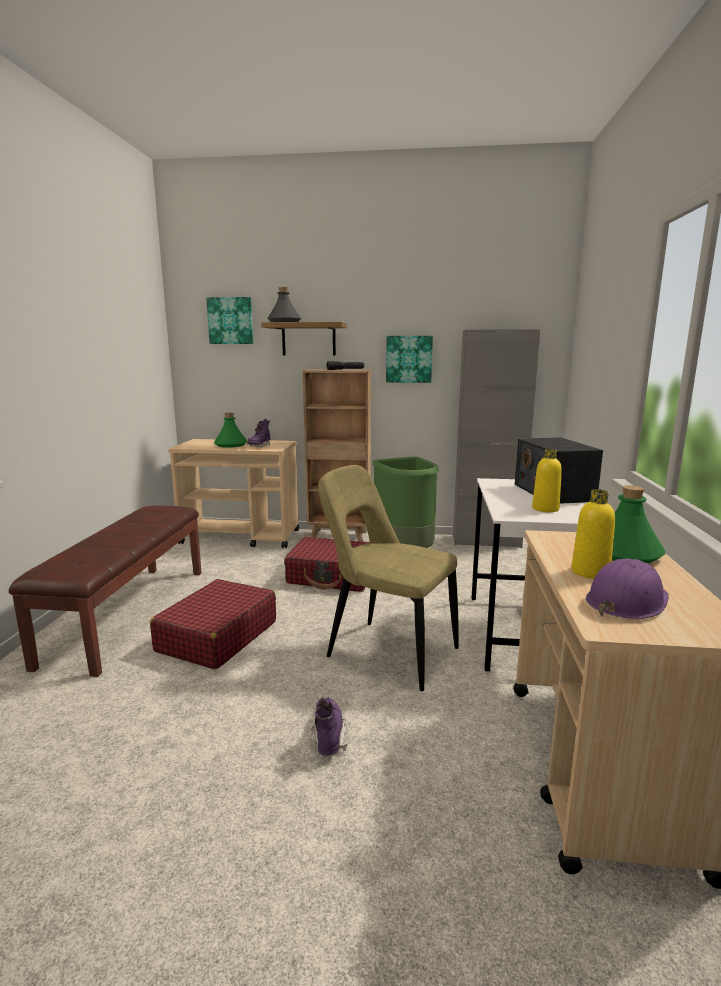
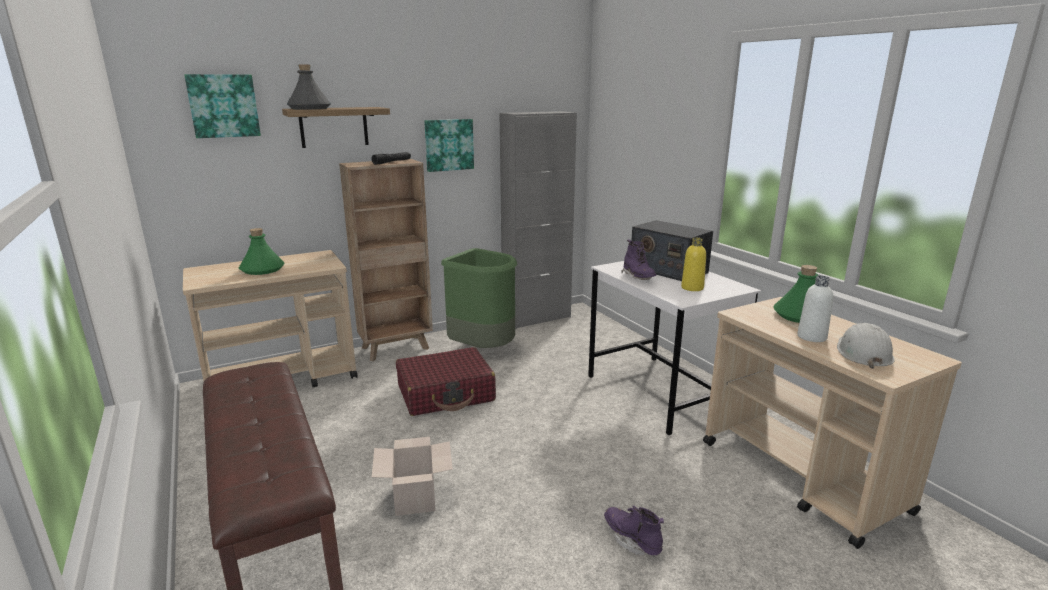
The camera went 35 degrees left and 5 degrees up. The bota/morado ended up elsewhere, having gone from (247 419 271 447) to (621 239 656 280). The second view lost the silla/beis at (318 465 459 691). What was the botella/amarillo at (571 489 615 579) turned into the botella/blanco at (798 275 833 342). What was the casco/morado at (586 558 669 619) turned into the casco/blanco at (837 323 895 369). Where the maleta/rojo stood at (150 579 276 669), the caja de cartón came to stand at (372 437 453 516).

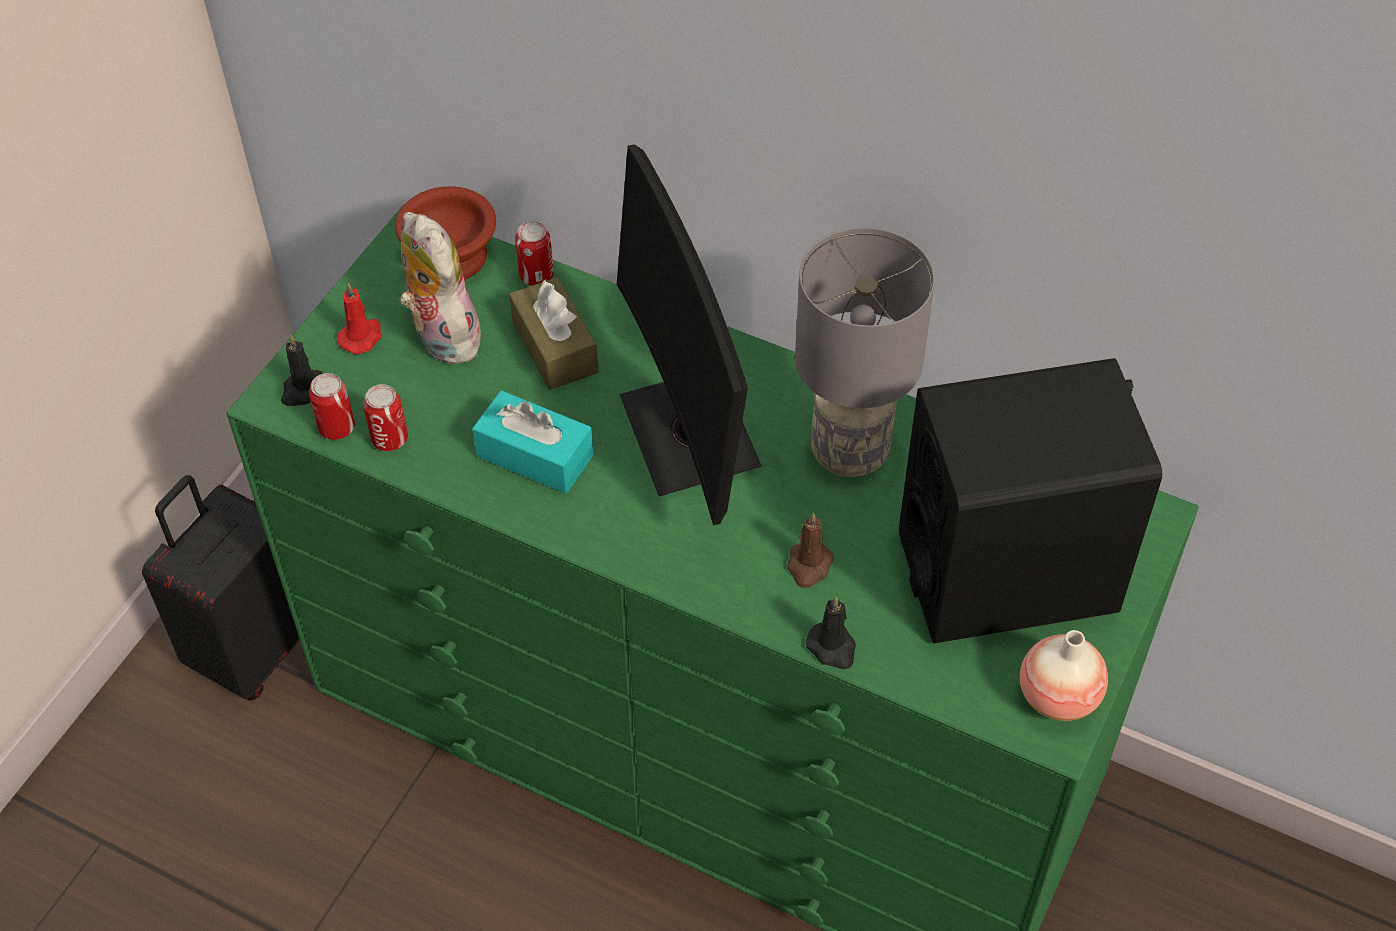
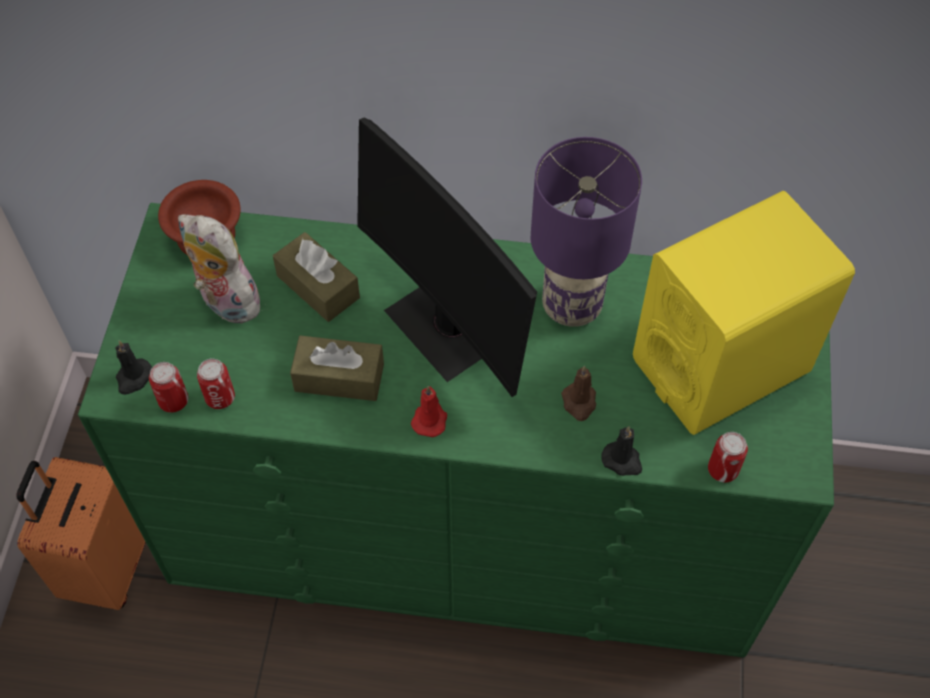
The camera went 20 degrees left and 5 degrees up. The lata ended up elsewhere, having gone from (515 221 554 286) to (708 432 748 482). What was the lámpara de mesa/gris at (795 227 935 478) turned into the lámpara de mesa/morado at (531 137 642 327). The vela/rojo ended up elsewhere, having gone from (337 283 382 354) to (411 386 447 437). What was the altavoz/negro at (899 358 1162 643) turned into the altavoz/amarillo at (633 191 855 435). What was the caja de pañuelos/turquesa at (472 390 594 494) turned into the caja de pañuelos/marrón at (290 336 384 401). What was the maleta/negro at (142 475 300 701) turned into the maleta/naranja at (17 457 146 610). The second view lost the florero at (1020 630 1108 721).

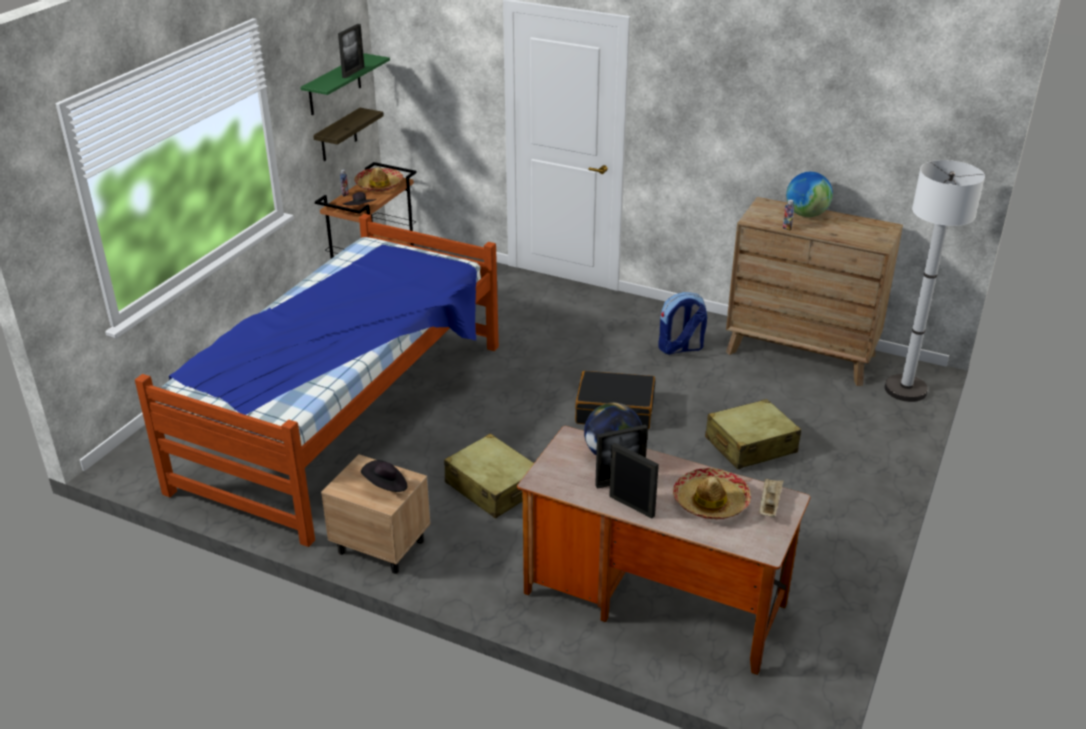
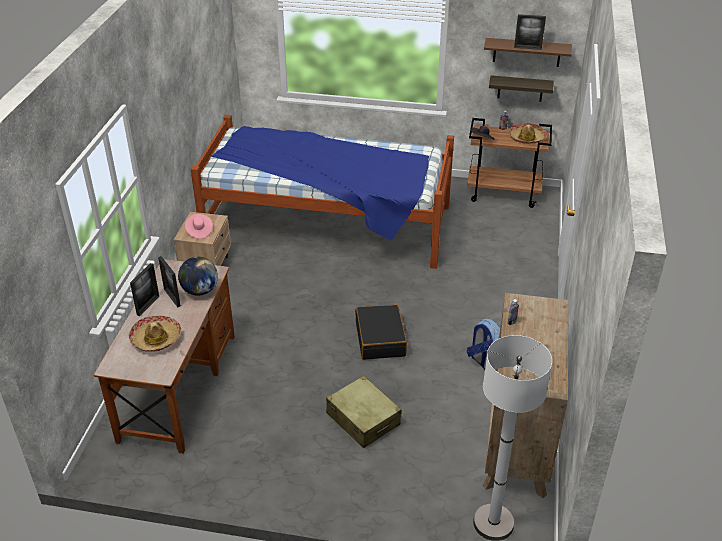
The camera went 75 degrees right and 5 degrees up. What was the estante/verde at (300 53 390 115) turned into the estante/marrón at (484 38 572 67). The second view lost the globo terráqueo at (786 172 833 217). The second view lost the maleta/beis at (444 433 534 519). What was the sombrero/negro at (361 460 407 492) turned into the sombrero/rosa at (185 214 213 239). The second view lost the bandeja/beis at (759 479 783 517).

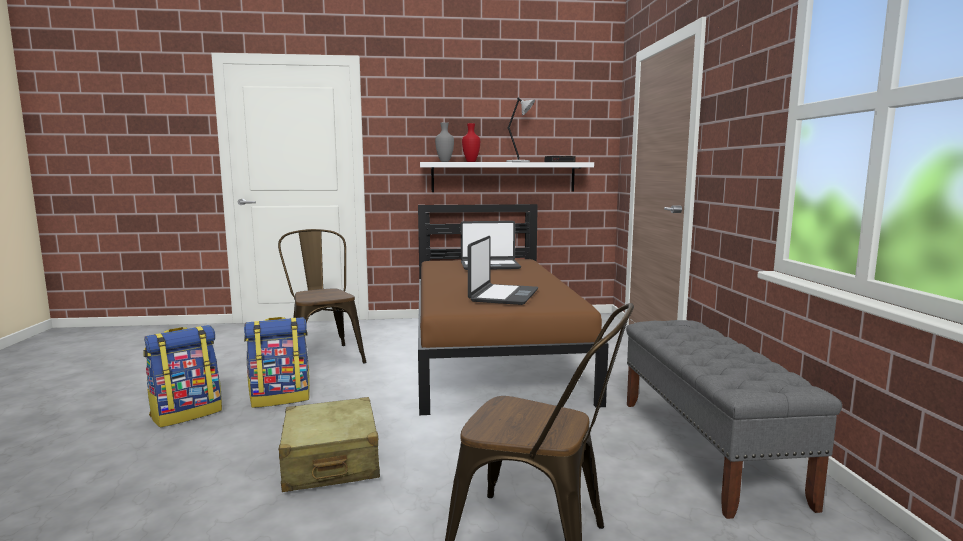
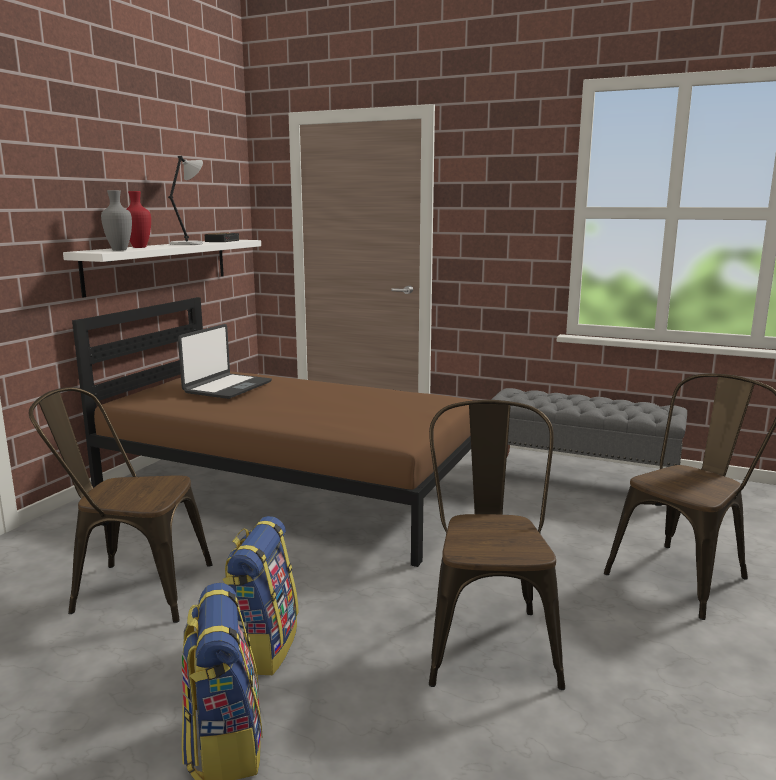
The camera went 60 degrees left and 5 degrees up. The second view lost the portátil at (468 236 538 305). Where the maleta/beis stood at (278 397 380 492), the silla/marrón came to stand at (429 400 565 690).

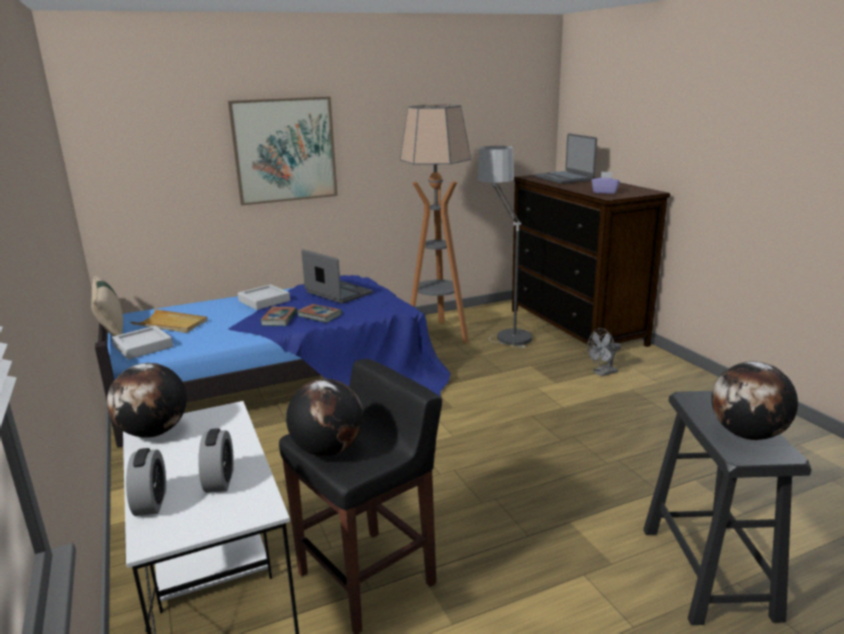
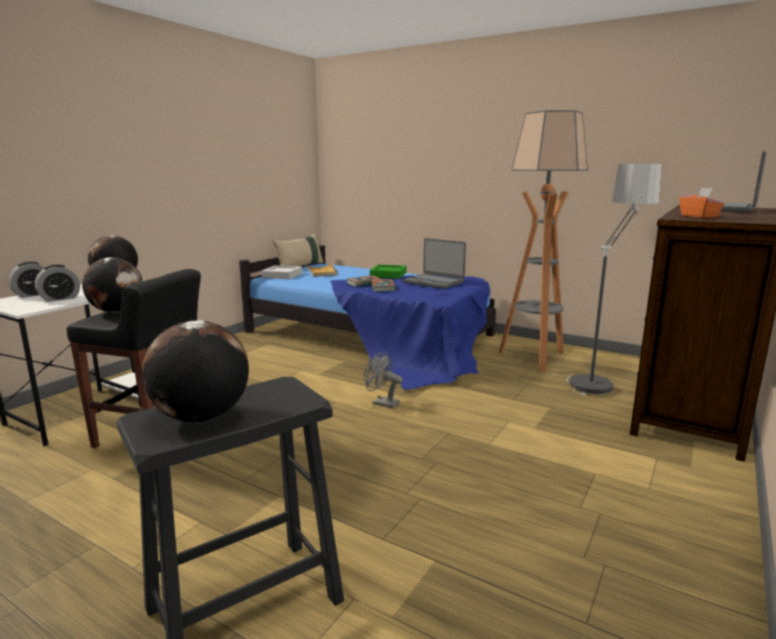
The camera went 55 degrees right and 5 degrees down. The second view lost the cuadro at (228 97 338 206). What was the caja de pañuelos/morado at (592 171 620 194) turned into the caja de pañuelos/naranja at (680 188 724 218). The portátil at (301 249 373 304) ended up facing another way, 120 degrees clockwise from before. What was the bandeja/gris at (238 284 290 310) turned into the bandeja/verde at (370 265 406 279). The ventilador/gris ended up elsewhere, having gone from (587 328 621 376) to (364 351 403 409).

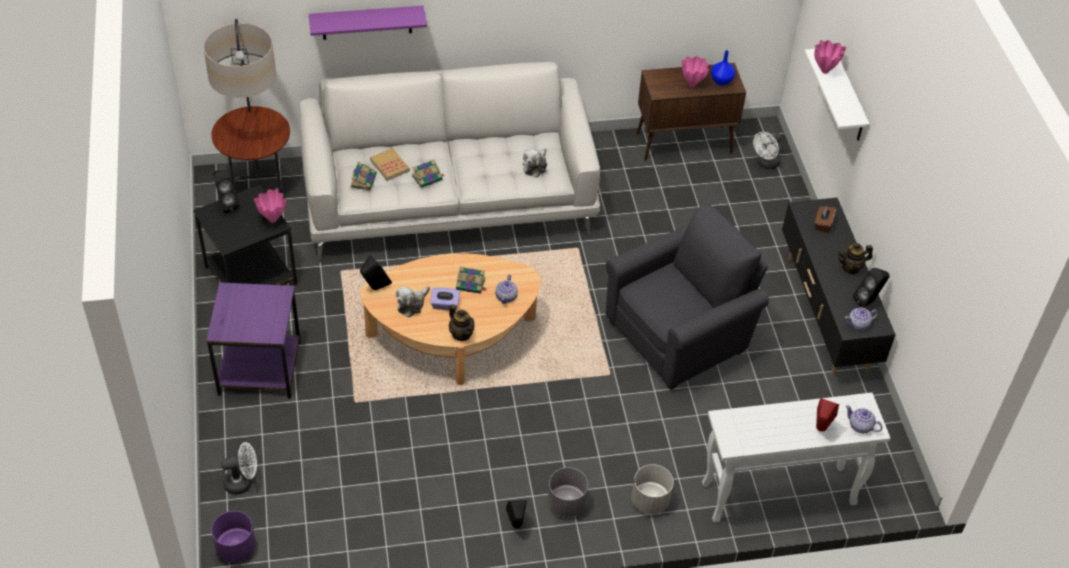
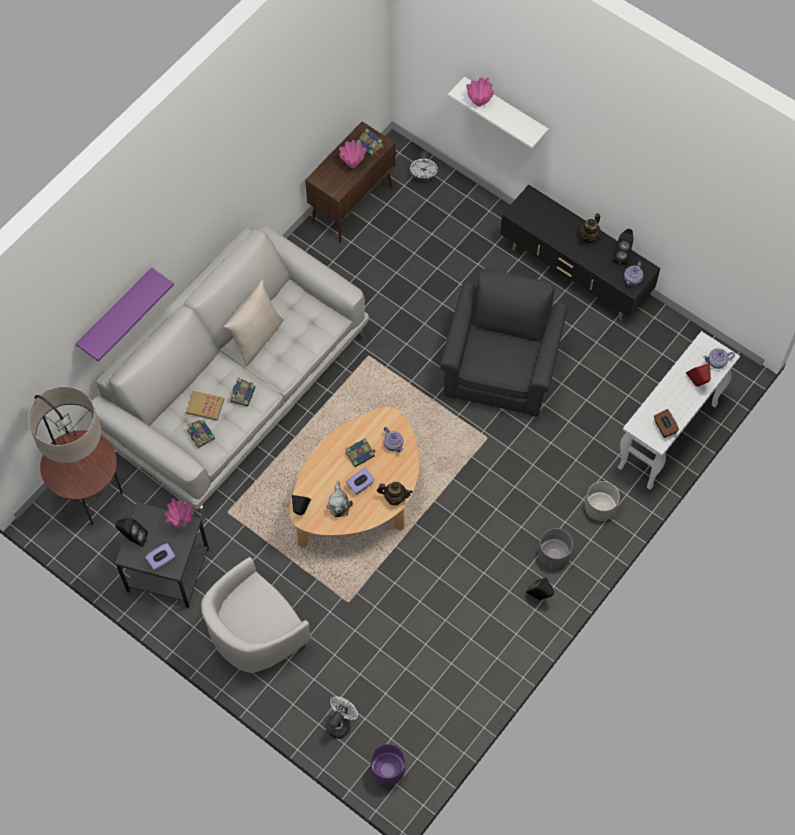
The camera went 40 degrees left and 15 degrees up. Where the florero/azul stood at (711 50 735 86), the libro came to stand at (356 129 384 157). The second view lost the peluche at (523 148 547 178). The caja de pañuelos/marrón ended up elsewhere, having gone from (815 206 837 233) to (654 409 679 438). Where the mesa auxiliar/morado stood at (206 282 301 399), the sillón/blanco came to stand at (201 557 311 673). The second view gained the cojín/beis at (223 280 284 367). The second view gained the caja de pañuelos/morado at (145 543 175 570).

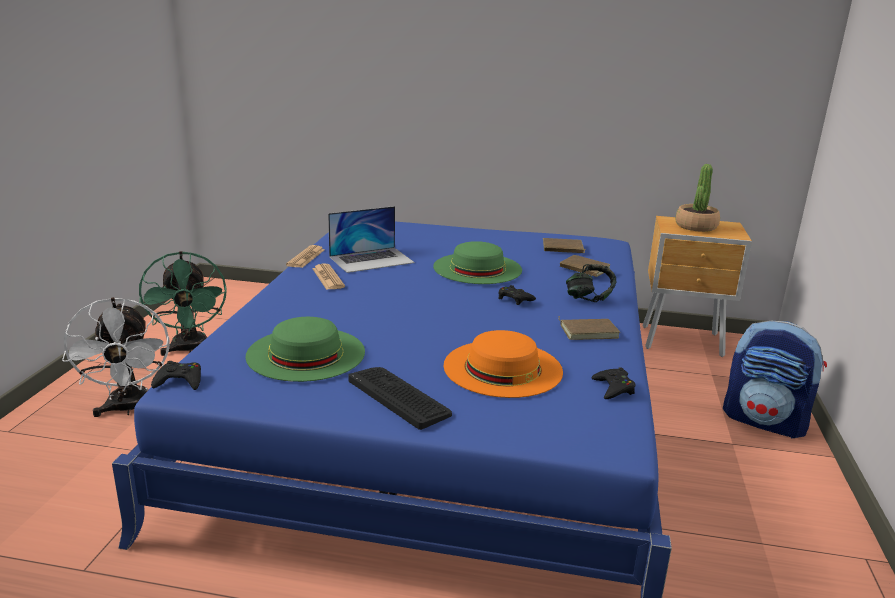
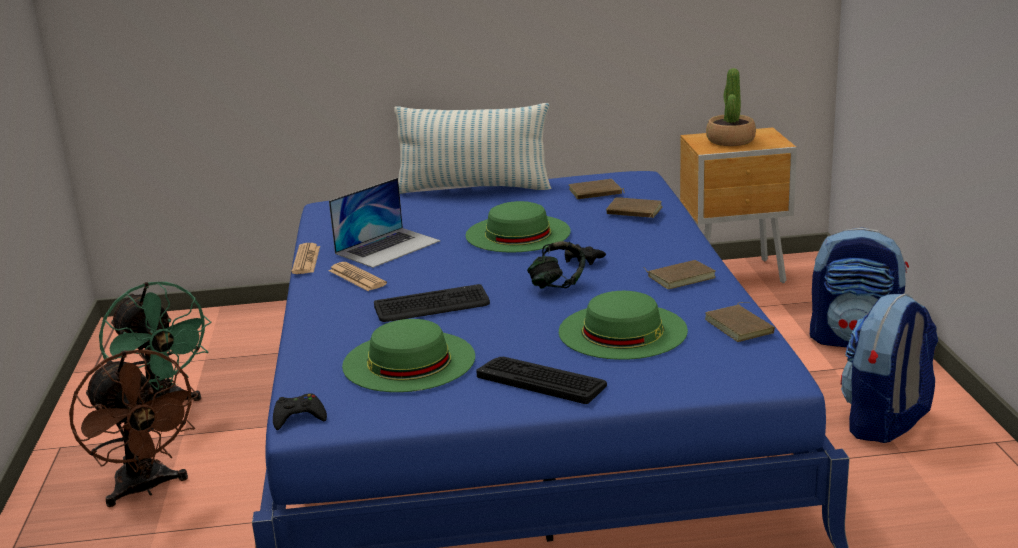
The camera went 15 degrees left and 0 degrees up. The auriculares ended up elsewhere, having gone from (566 264 617 302) to (527 241 586 289). What was the ventilador/blanco at (62 297 170 417) turned into the ventilador/marrón at (69 350 198 507). What was the sombrero/naranja at (444 330 563 398) turned into the sombrero/verde at (559 291 688 360). Where the mando de consola/negro stood at (592 367 636 399), the libro/marrón came to stand at (705 302 775 342). The second view gained the cojín at (394 103 551 194). The second view gained the teclado at (374 284 490 322). The second view gained the mochila at (841 294 938 443).

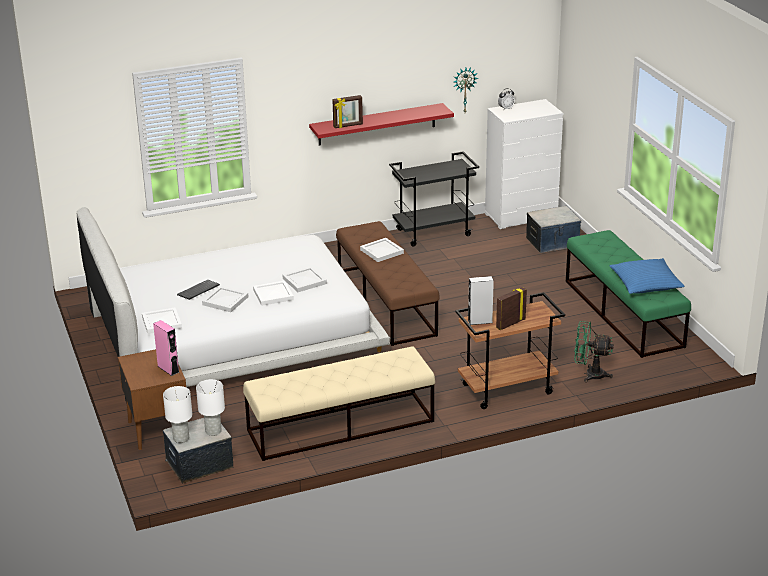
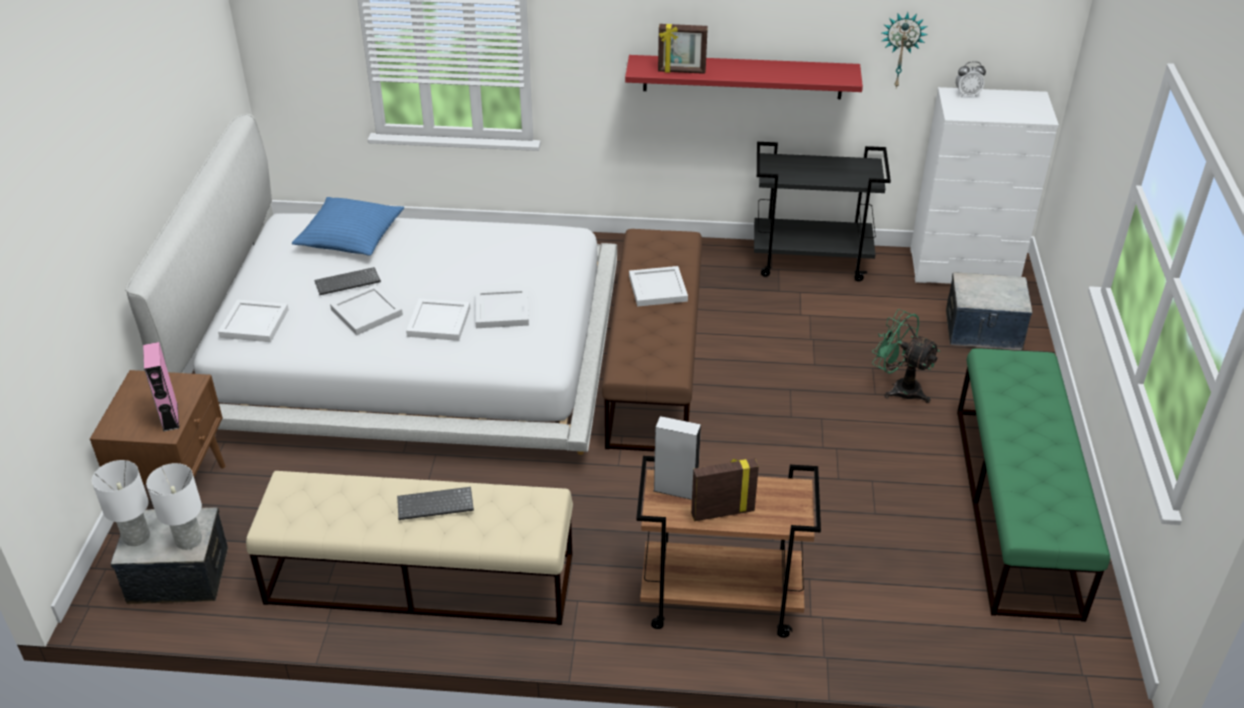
The camera went 25 degrees right and 10 degrees up. The cojín/azul ended up elsewhere, having gone from (609 258 685 294) to (292 197 404 256). The ventilador/verde ended up elsewhere, having gone from (574 321 614 383) to (872 309 940 403). The second view gained the teclado at (397 487 474 520).

